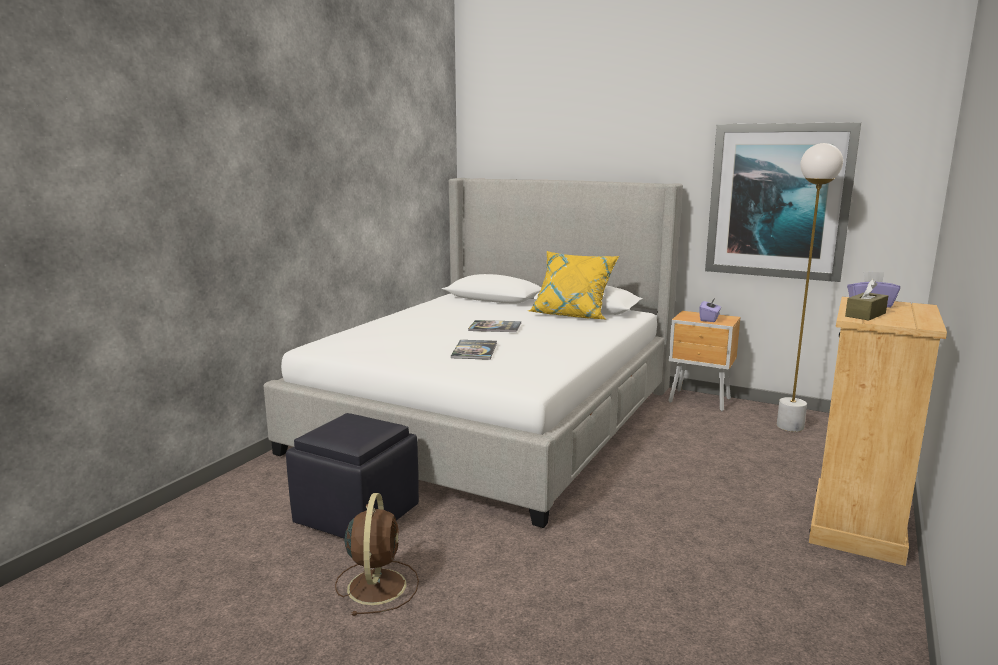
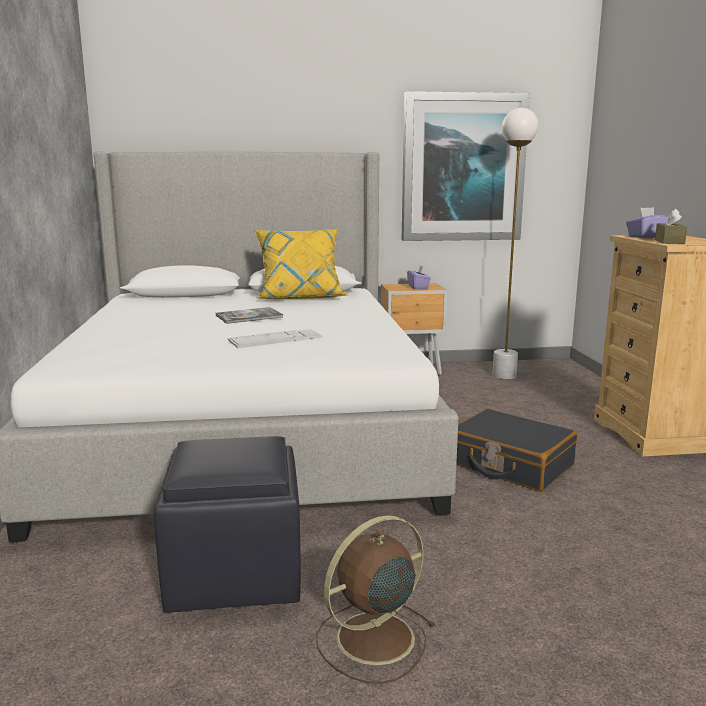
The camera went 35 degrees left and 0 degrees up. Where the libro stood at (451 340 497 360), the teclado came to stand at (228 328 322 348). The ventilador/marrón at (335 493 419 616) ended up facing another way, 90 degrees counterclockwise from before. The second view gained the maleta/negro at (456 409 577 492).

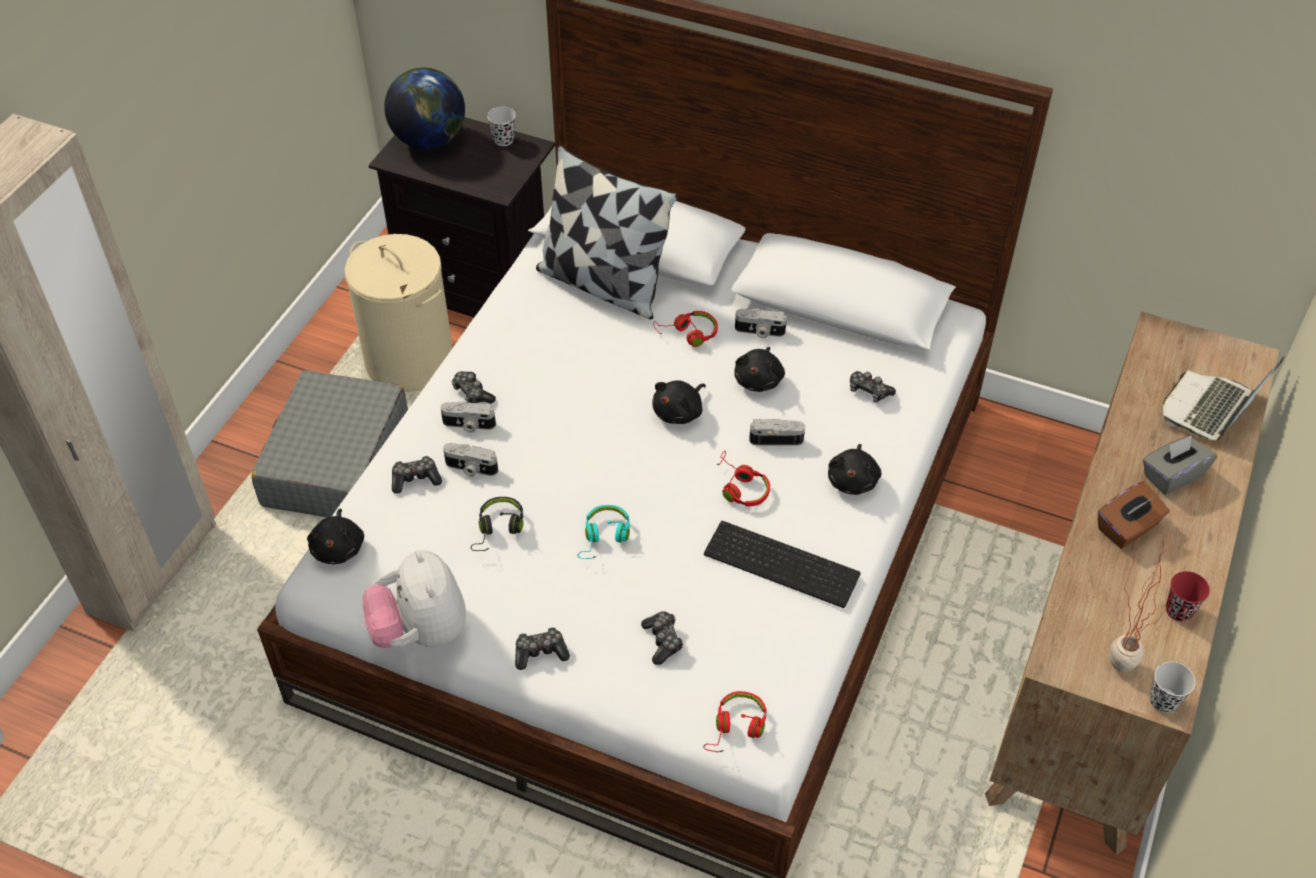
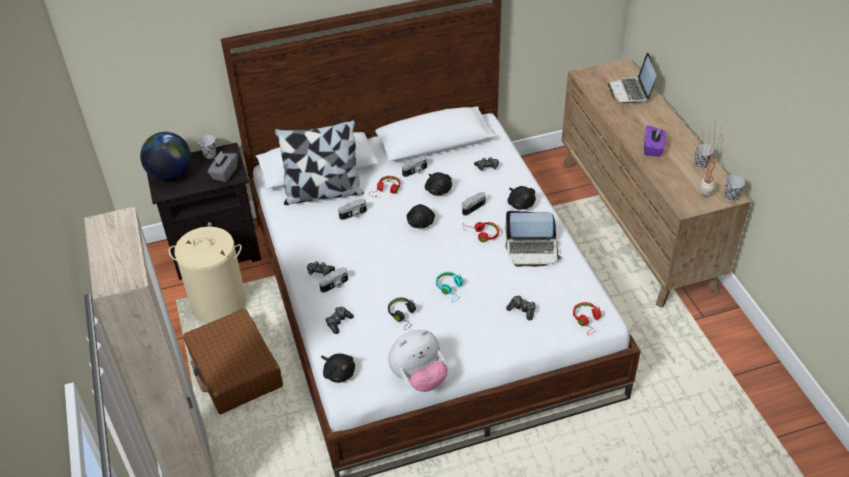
The camera went 40 degrees left and 5 degrees down. What was the maleta/gris at (251 370 408 518) turned into the maleta/marrón at (183 309 283 414). The caja de pañuelos/gris ended up elsewhere, having gone from (1143 435 1217 495) to (208 151 238 182). The cámara ended up elsewhere, having gone from (443 443 498 477) to (338 199 367 220). What was the caja de pañuelos/marrón at (1098 481 1169 548) turned into the caja de pañuelos/morado at (644 125 666 157). Where the teclado stood at (704 521 861 608), the portátil came to stand at (505 211 561 267). The peluche at (363 550 466 648) ended up facing another way, 60 degrees counterclockwise from before. What was the taza/rojo at (1166 571 1210 621) turned into the taza/negro at (694 144 714 169). The second view lost the mando de consola at (515 627 570 670).

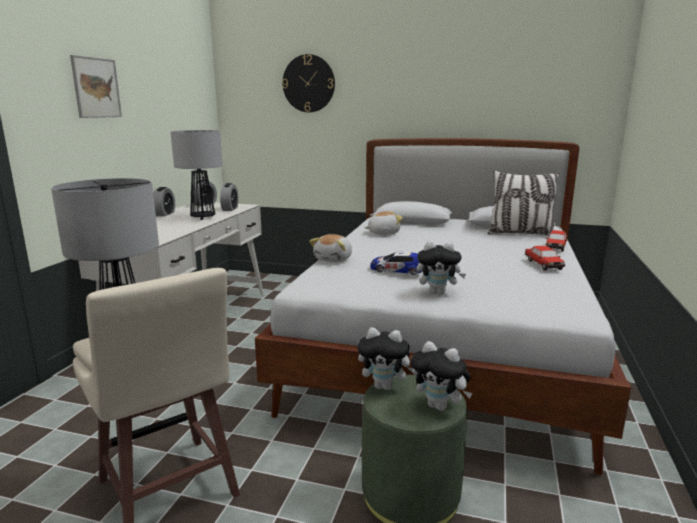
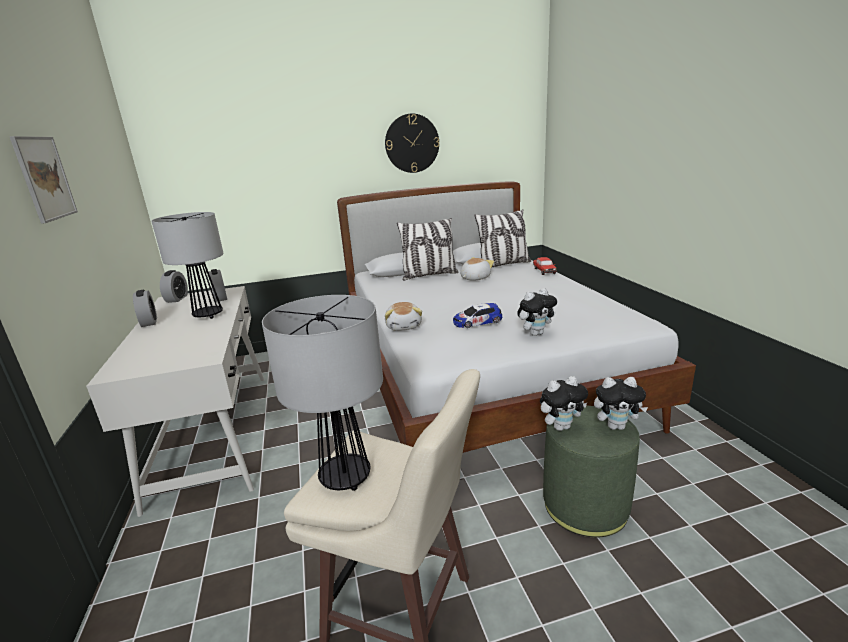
The camera went 30 degrees left and 5 degrees up. The reloj de pared ended up elsewhere, having gone from (282 54 335 112) to (385 113 439 173). The peluche ended up elsewhere, having gone from (364 211 403 235) to (460 257 494 281). The second view lost the coche de juguete at (525 246 565 271). The second view gained the cojín at (397 218 458 280).

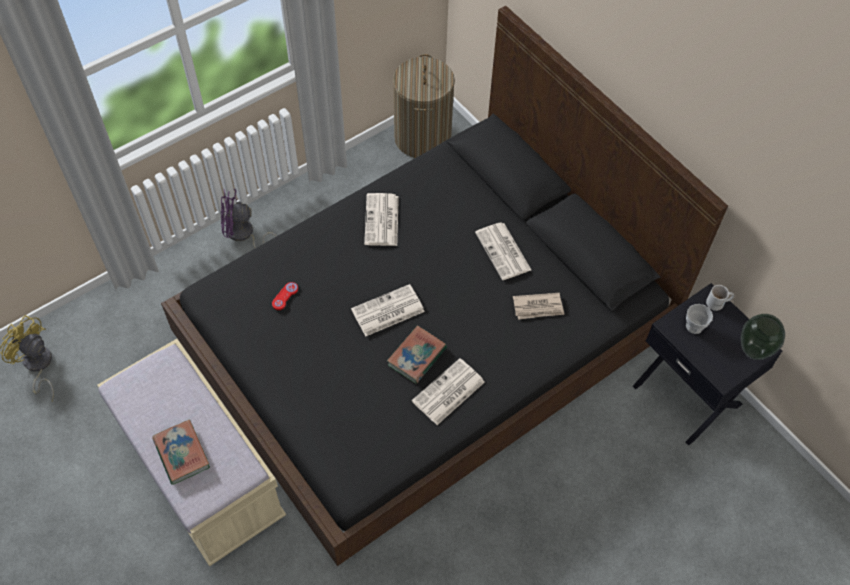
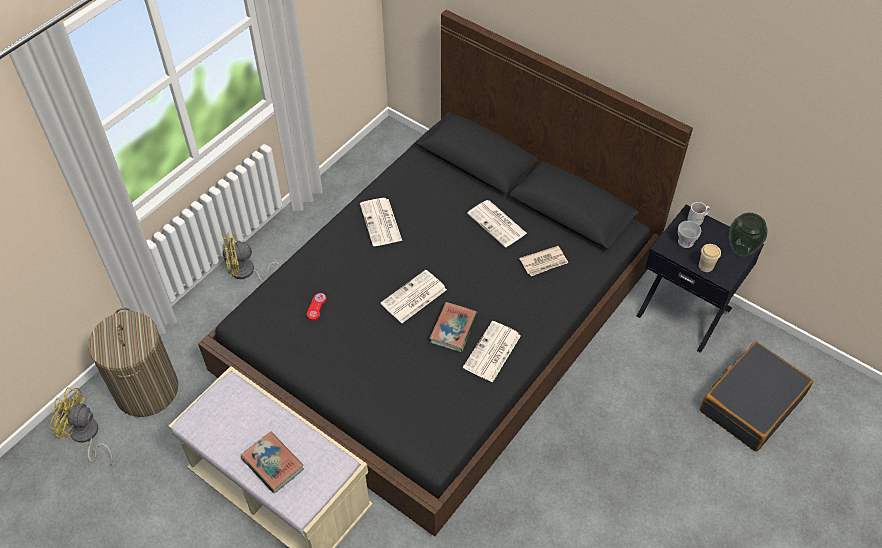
The camera went 15 degrees left and 5 degrees down. The cesto de la ropa ended up elsewhere, having gone from (393 54 455 158) to (88 308 178 417). What was the ventilador/morado at (221 189 277 249) turned into the ventilador/amarillo at (222 230 282 283). The second view gained the taza at (699 244 721 272). The second view gained the maleta/negro at (700 342 813 452).

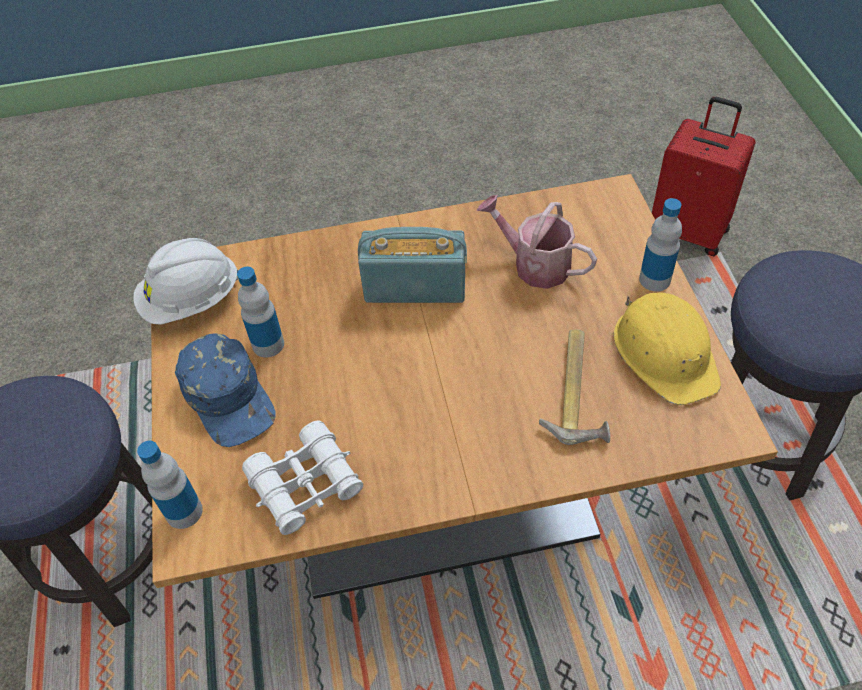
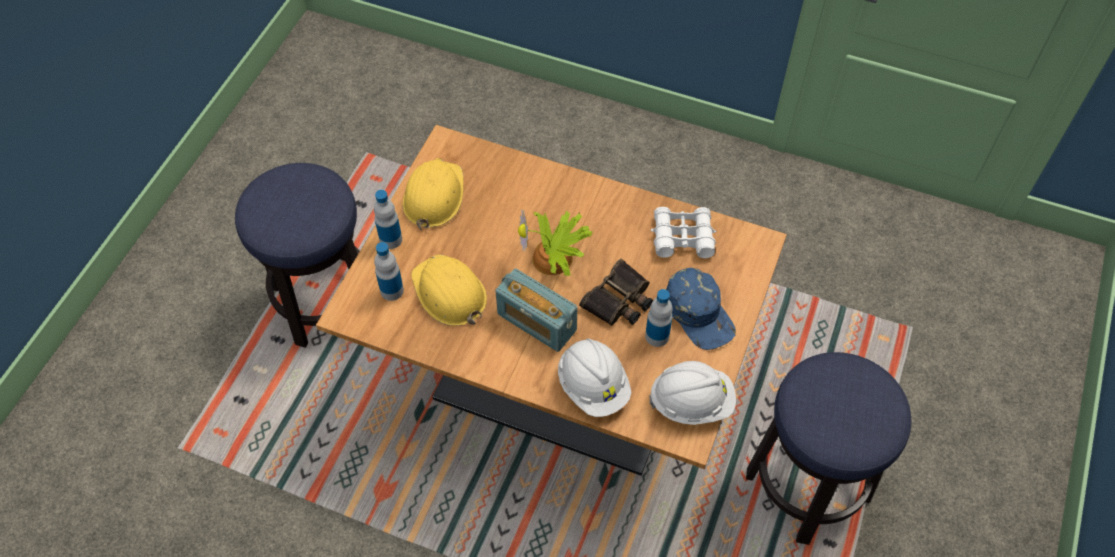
The camera went 150 degrees left and 5 degrees up. The second view lost the maleta/rojo at (652 97 756 256). Where the regadera stood at (477 195 597 289), the casco/amarillo came to stand at (411 254 487 326). The second view lost the martillo at (539 329 610 445). The gorra/azul at (175 334 276 447) ended up facing another way, 150 degrees clockwise from before. The botella ended up elsewhere, having gone from (137 441 203 529) to (374 242 404 301). The second view gained the planta en maceta at (518 209 592 276). The second view gained the prismáticos at (579 259 653 326). The second view gained the casco/blanco at (558 339 632 417).

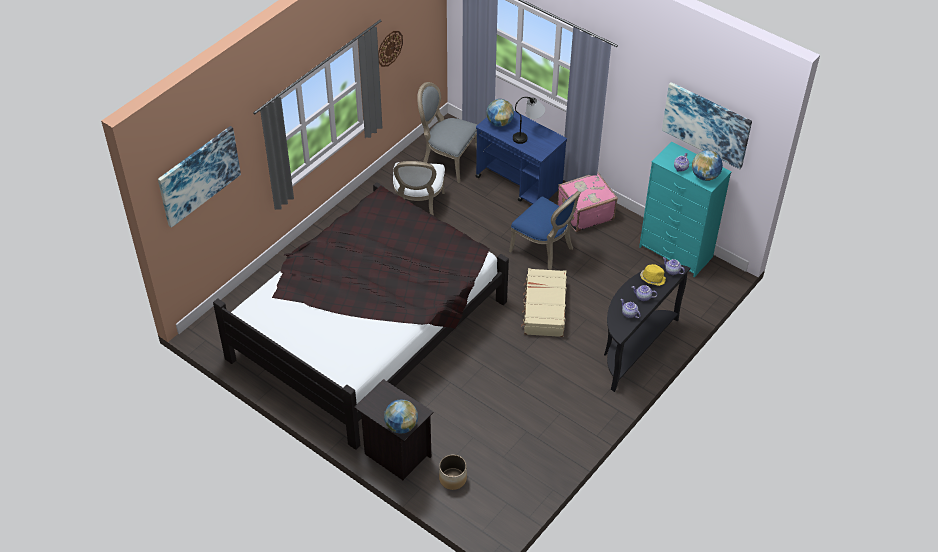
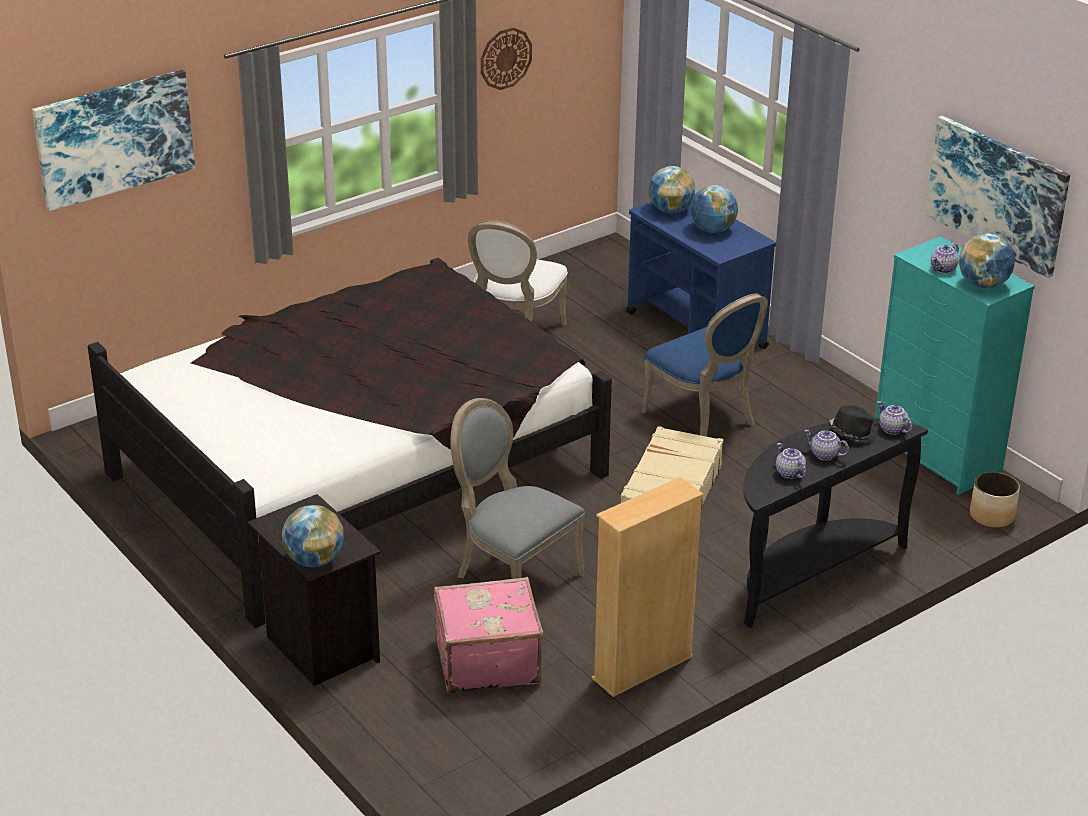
The camera went 15 degrees right and 15 degrees down. The silla/gris ended up elsewhere, having gone from (417 82 477 183) to (451 398 585 579). Where the lámpara de mesa stood at (513 97 545 144), the globo terráqueo came to stand at (690 185 738 233). The maleta/rosa ended up elsewhere, having gone from (557 172 618 232) to (434 577 543 694). What was the sombrero/amarillo at (640 264 666 286) turned into the sombrero/negro at (829 405 876 443). The maceta ended up elsewhere, having gone from (439 454 467 490) to (970 472 1020 528). The second view gained the estantería/beis at (592 477 704 697).

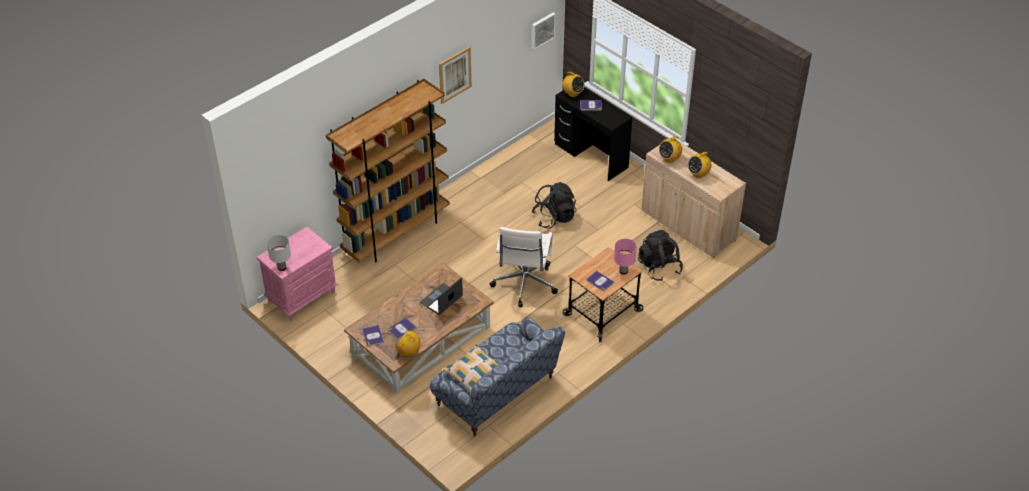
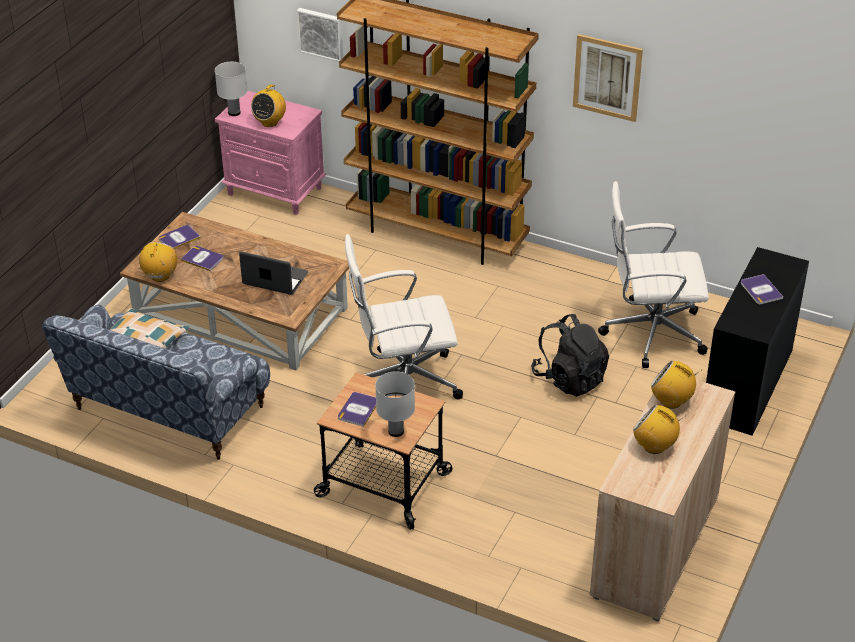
The camera went 70 degrees right and 5 degrees down. The cuadro ended up elsewhere, having gone from (532 13 556 50) to (297 8 343 62). The radio ended up elsewhere, having gone from (563 72 585 97) to (251 85 286 127). The second view lost the mochila/negro at (638 230 683 281). What was the lámpara de mesa/rosa at (614 239 637 275) turned into the lámpara de mesa/blanco at (375 371 415 437). The second view gained the silla de oficina/blanco at (598 181 709 368).

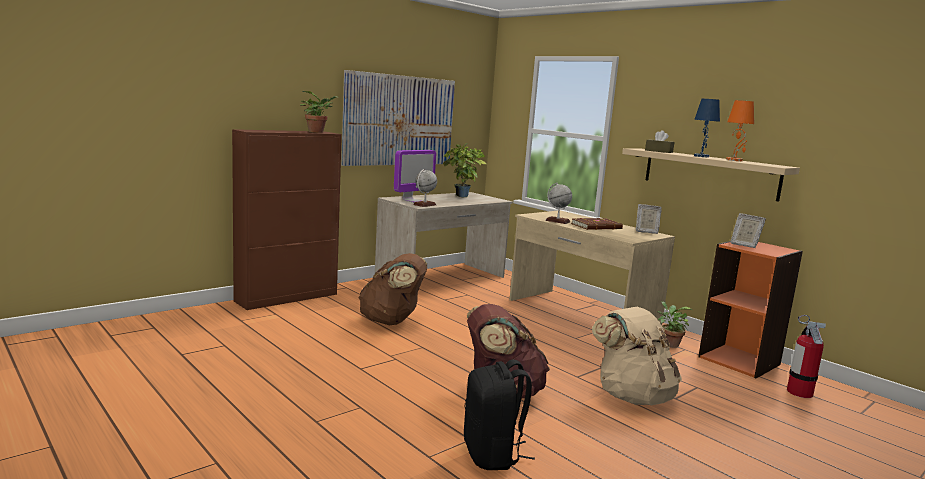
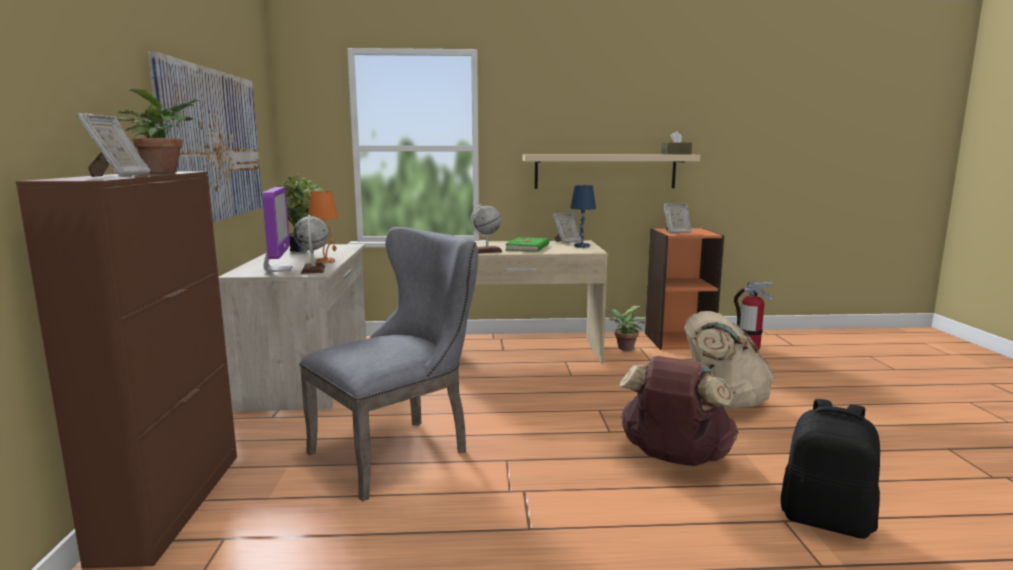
The camera went 50 degrees left and 0 degrees up. The lámpara de mesa/azul ended up elsewhere, having gone from (694 99 720 157) to (570 185 596 248). The lámpara de mesa/naranja ended up elsewhere, having gone from (726 100 754 161) to (308 191 339 263). The caja de pañuelos/marrón ended up elsewhere, having gone from (645 130 674 153) to (661 131 692 154). What was the libro/marrón at (571 218 623 230) turned into the libro/verde at (505 237 549 252). Where the mochila/marrón stood at (359 253 427 325), the silla/gris came to stand at (299 227 478 502). The second view gained the portarretratos at (77 113 150 177).

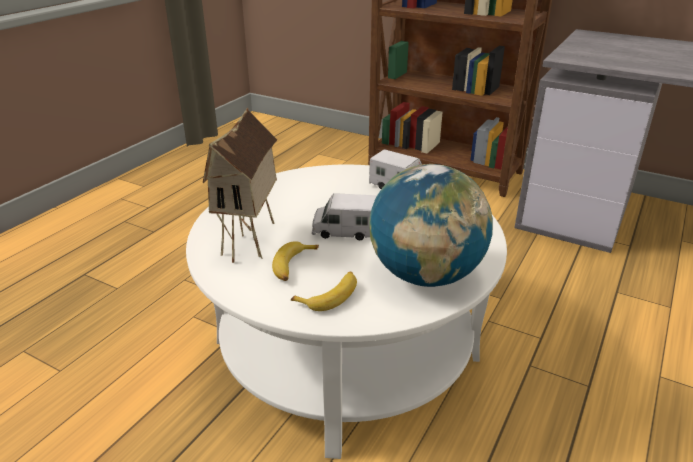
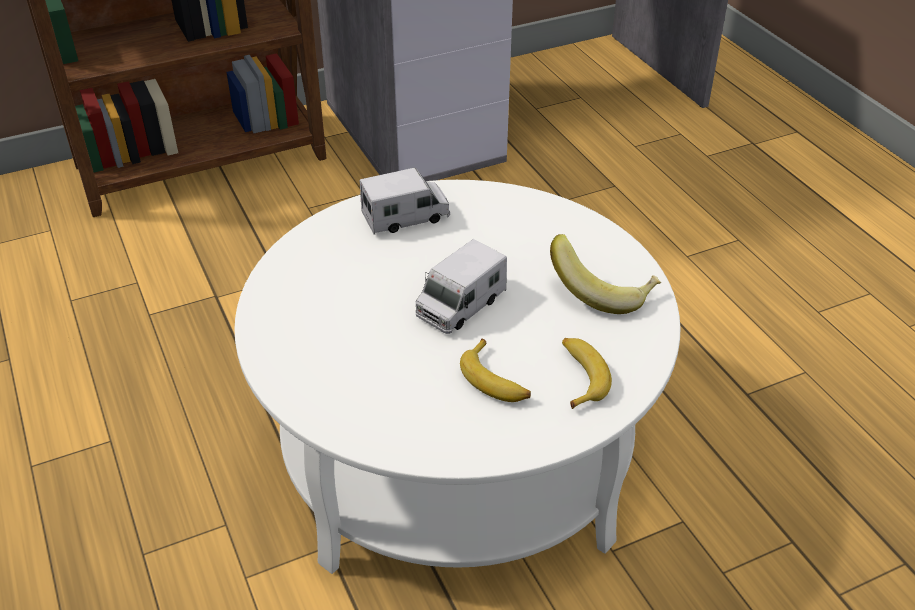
The camera went 55 degrees left and 10 degrees up. The second view lost the casita at (203 108 277 263). Where the globo terráqueo stood at (369 164 493 287), the plátano came to stand at (550 234 661 314).

